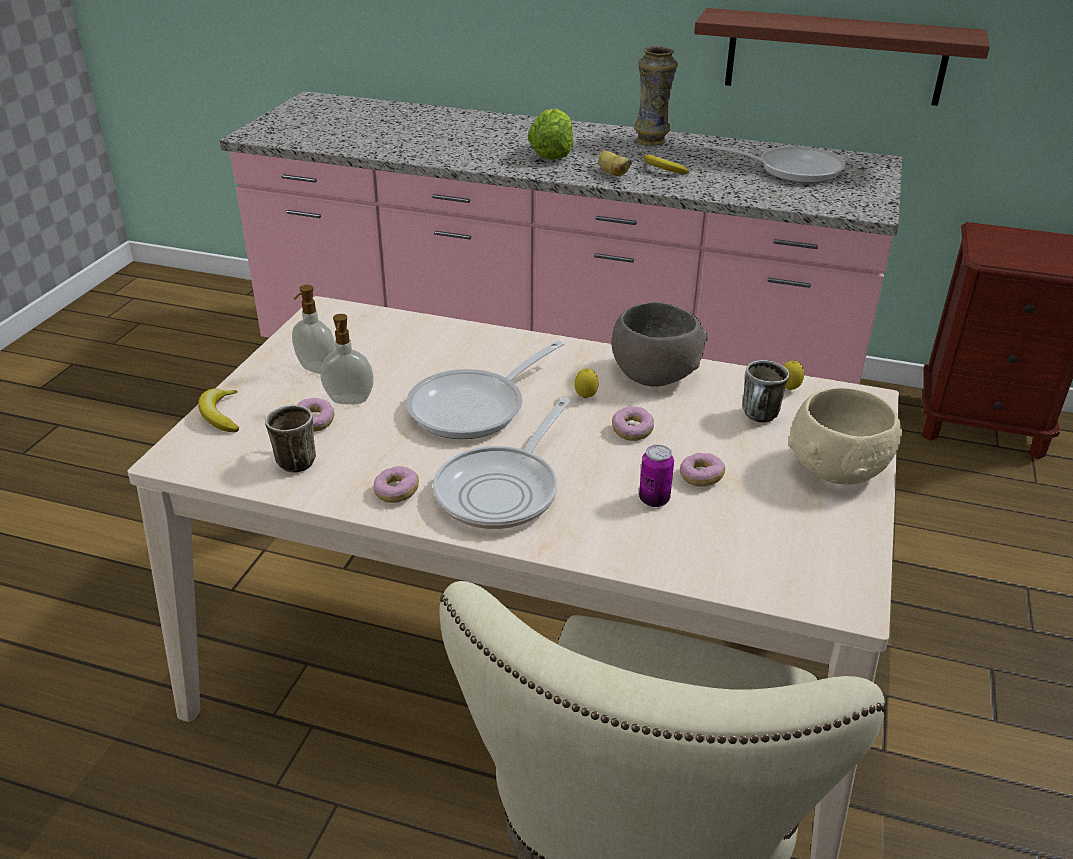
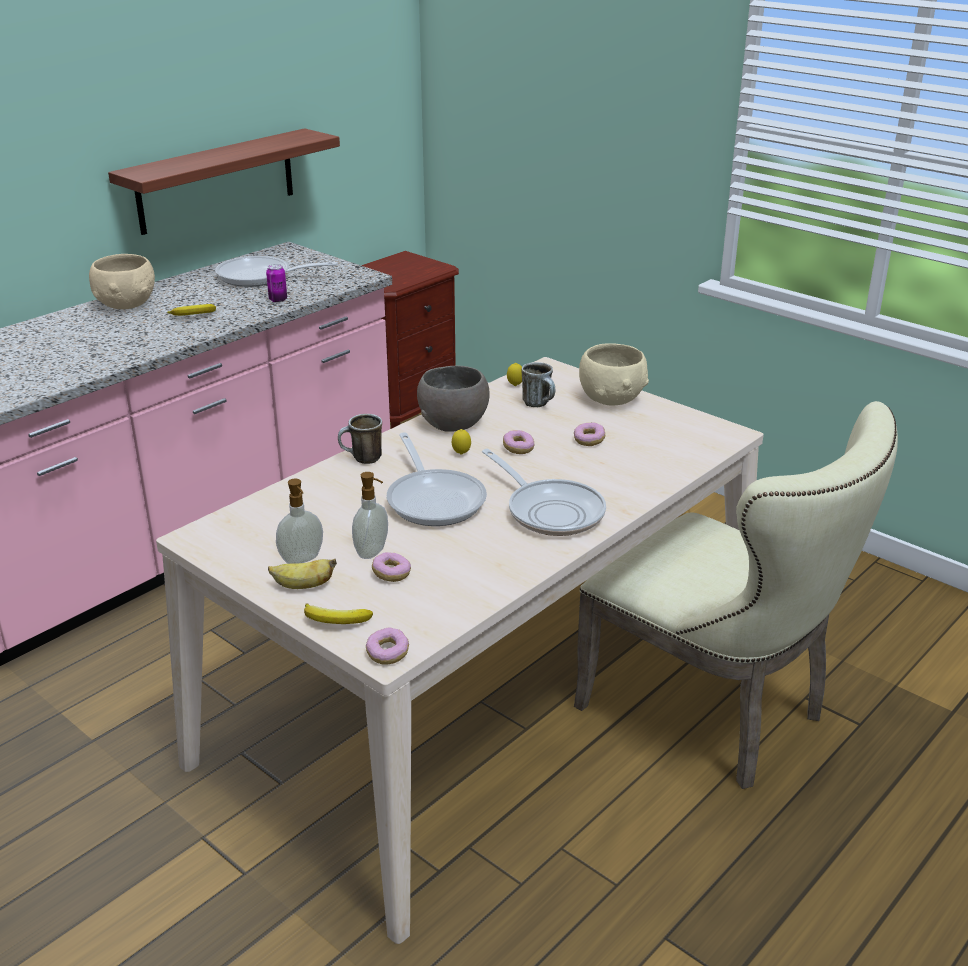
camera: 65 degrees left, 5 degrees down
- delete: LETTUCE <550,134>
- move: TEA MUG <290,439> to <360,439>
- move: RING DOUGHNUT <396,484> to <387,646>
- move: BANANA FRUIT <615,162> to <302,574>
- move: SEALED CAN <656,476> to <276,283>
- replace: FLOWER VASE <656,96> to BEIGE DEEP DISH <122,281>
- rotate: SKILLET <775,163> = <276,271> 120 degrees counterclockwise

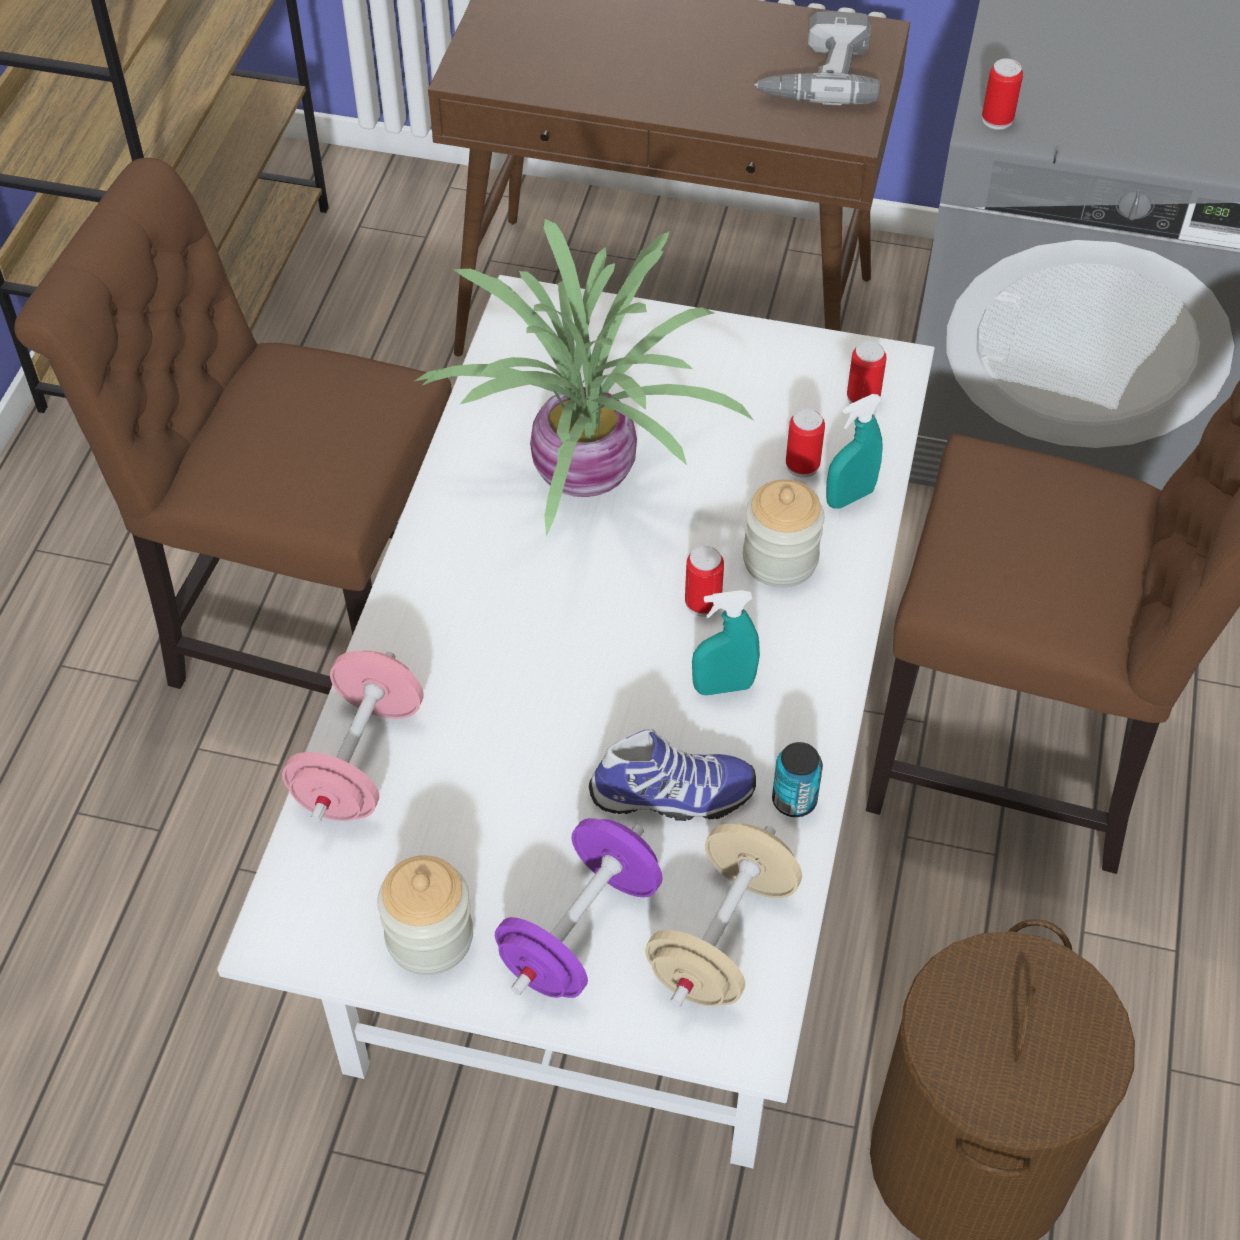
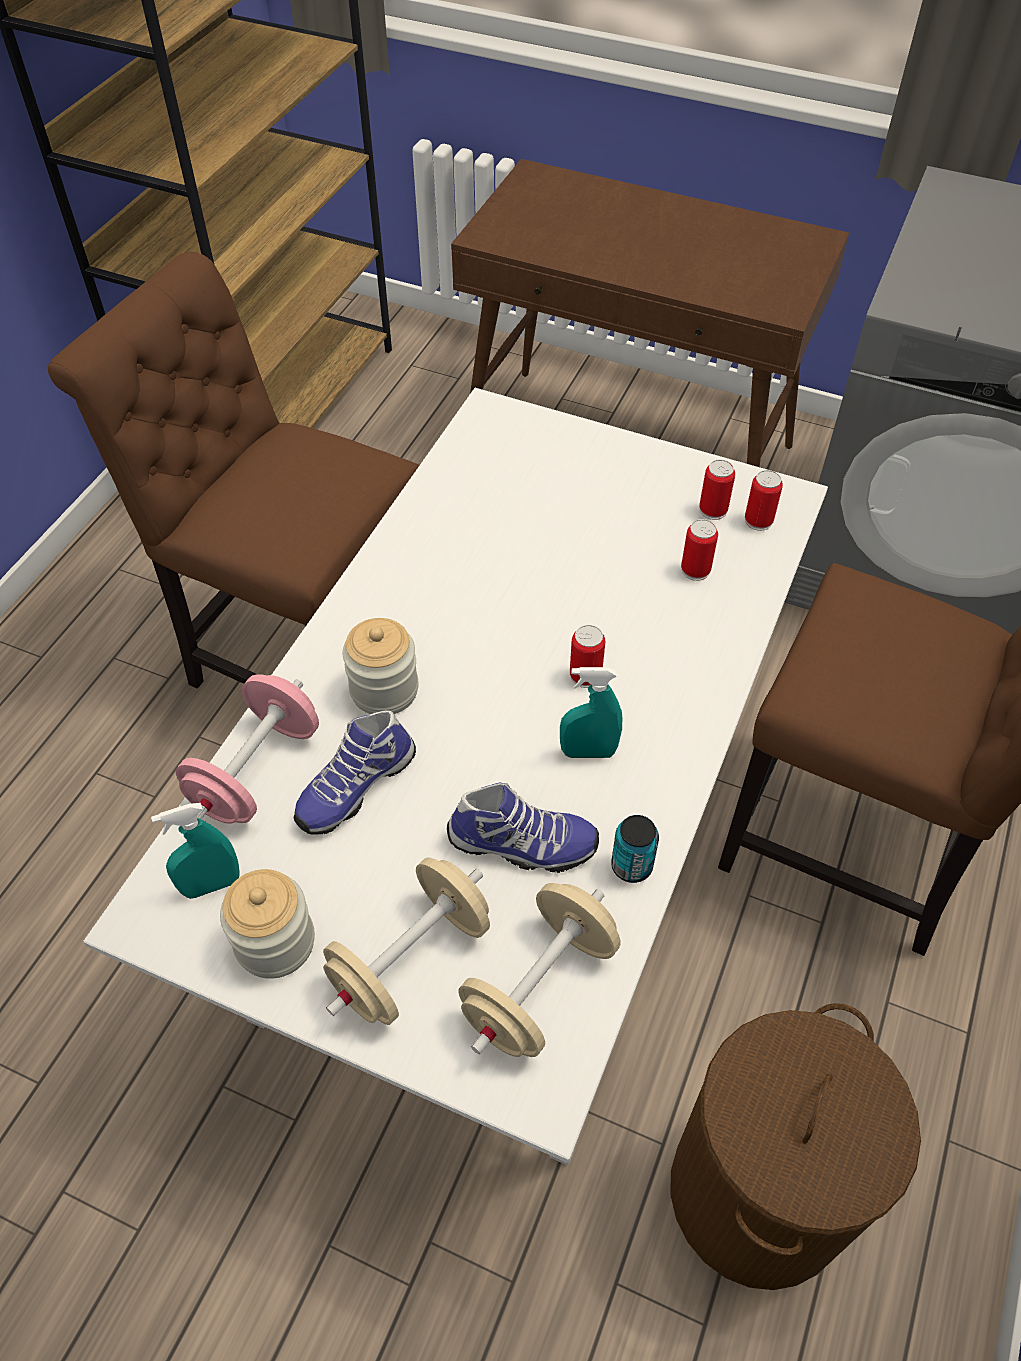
camera: 10 degrees right, 0 degrees up
- delete: HOUSEPLANT <584,378>
- delete: ELECTRIC DRILL <817,58>
- insert: SHOE <355,773>
- move: STORAGE JAR <783,533> to <381,666>
- move: BLUE-GREEN SPRAY BOTTLE <854,451> to <195,851>
- move: SEALED CAN <1002,94> to <717,490>
- recolor: PURPLISH HAND WEIGHT <579,908> to BEIGE HAND WEIGHT <406,941>

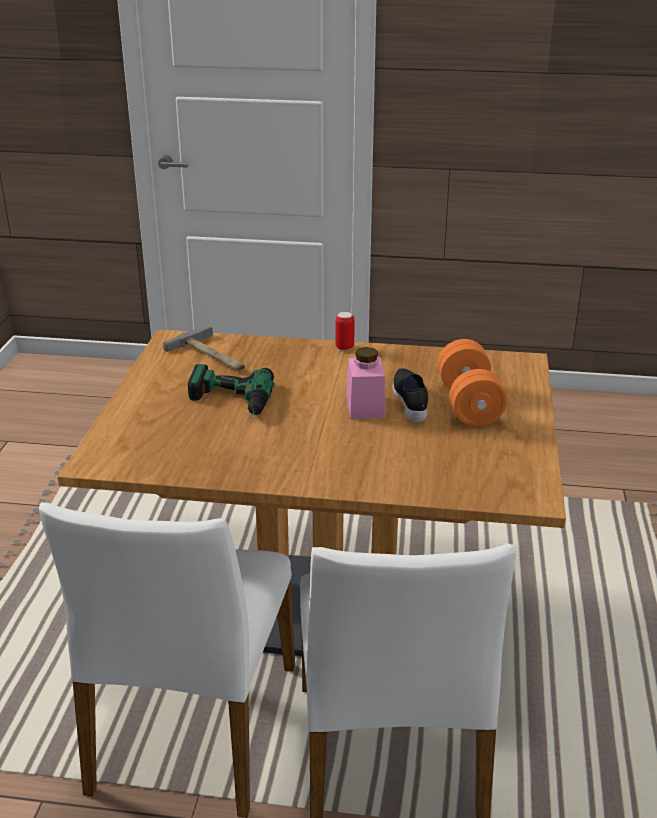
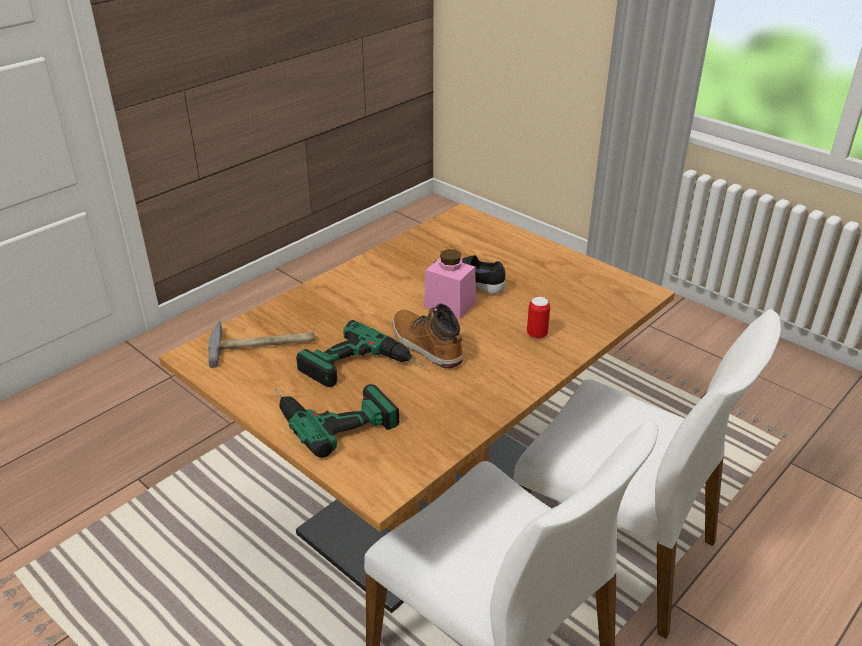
camera: 55 degrees left, 5 degrees up
- delete: ORANGE-COLOURED HAND WEIGHT <472,383>
- insert: ELECTRIC DRILL <336,421>
- insert: HIGH-TOP BOOT <428,335>
- move: SEALED CAN <345,331> to <538,318>

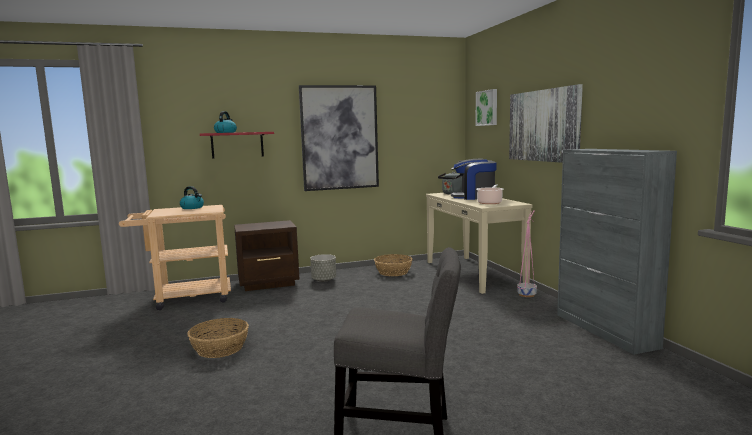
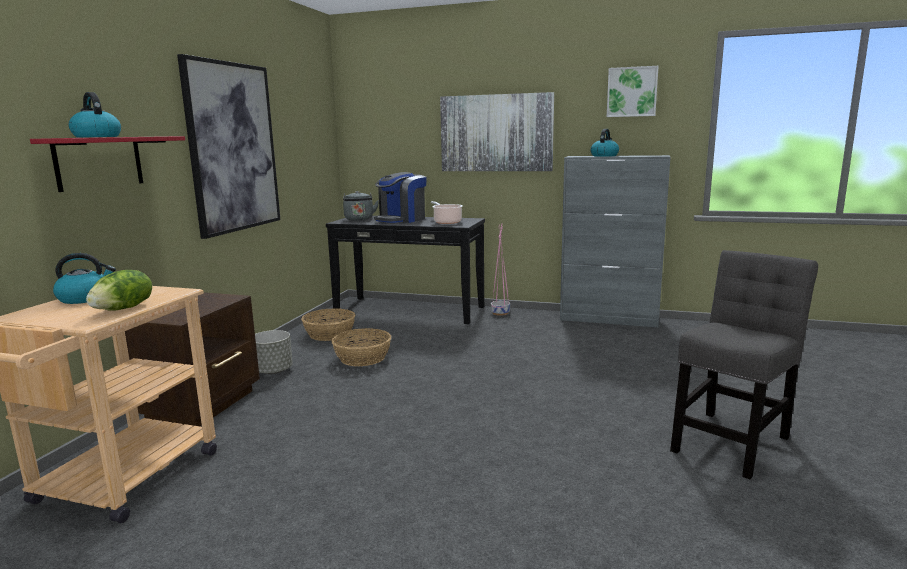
camera: 55 degrees left, 5 degrees up
- insert: LETTUCE <119,290>
- insert: WATER KETTLE <604,143>
- move: STORAGE BASKET <218,338> to <361,347>
- move: WALL ART <486,107> to <633,91>
- recolor: BEIGE HALL TABLE <479,243> to BLACKISH HALL TABLE <405,270>

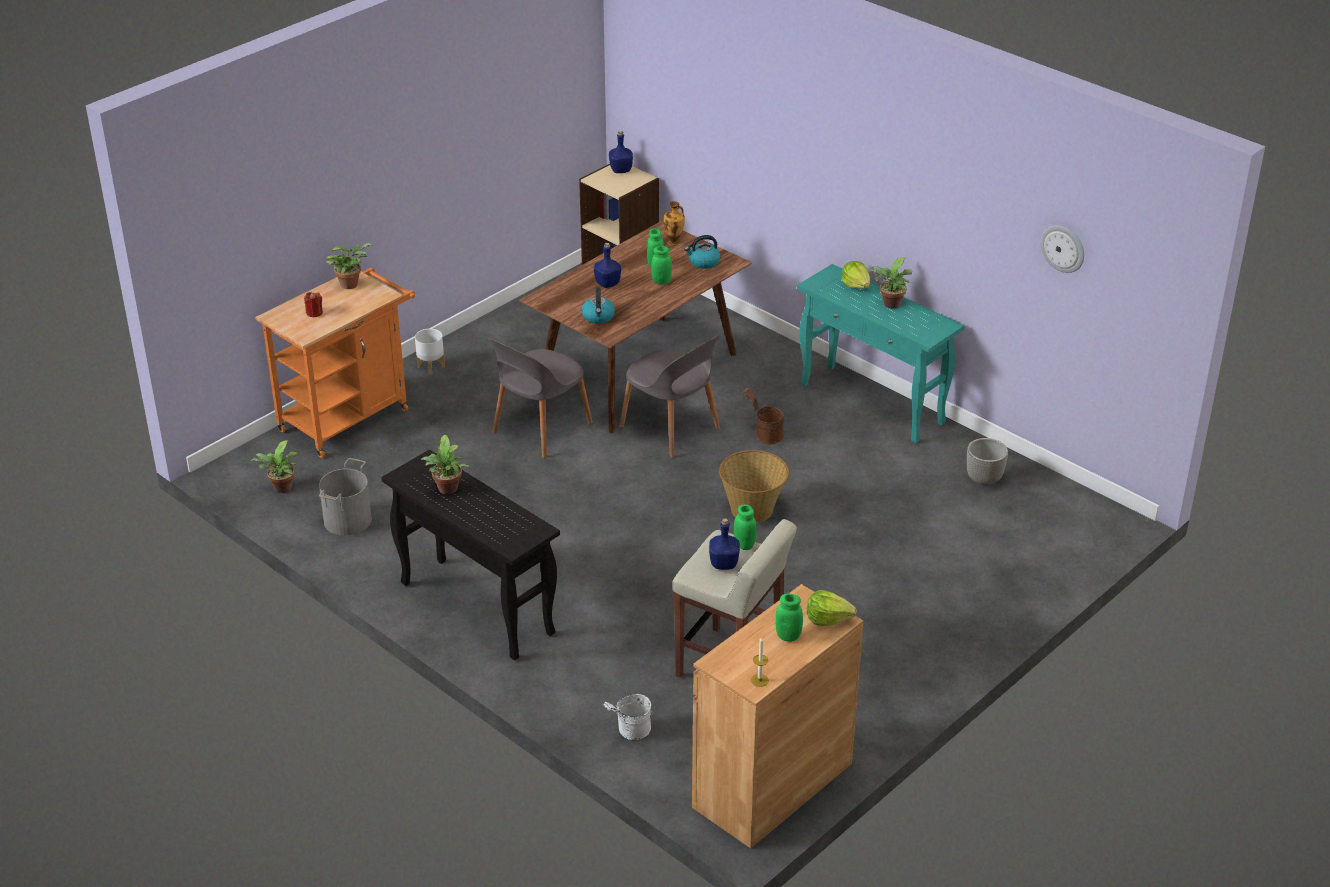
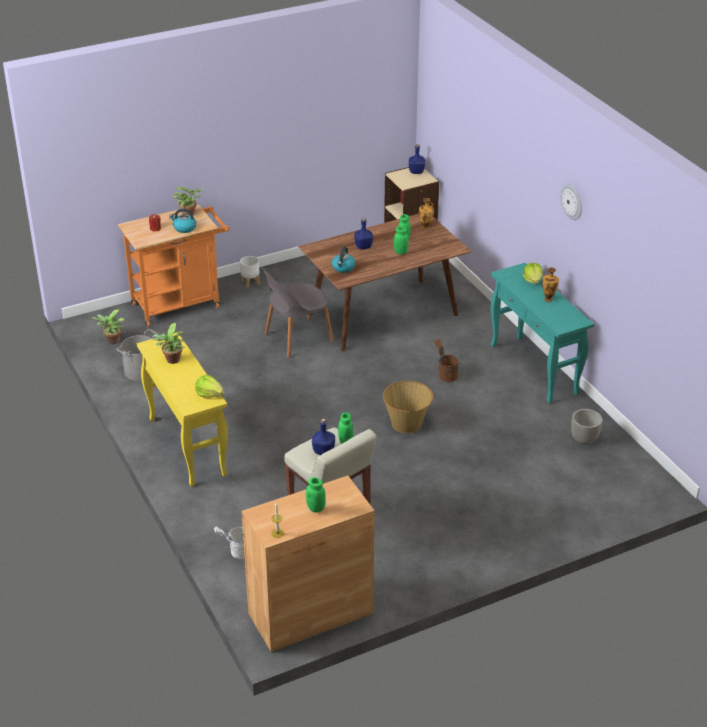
camera: 20 degrees right, 0 degrees up
- delete: GREYISH CHAIR <670,396>
- move: WATER KETTLE <702,252> to <182,221>
- move: LETTUCE <832,608> to <209,386>
- move: HANGING CLOCK <1062,249> to <571,202>
- replace: HOUSEPLANT <891,283> to FLOWER VASE <550,284>
- recolor: BLACKISH HALL TABLE <470,555> to YELLOWISH HALL TABLE <182,409>

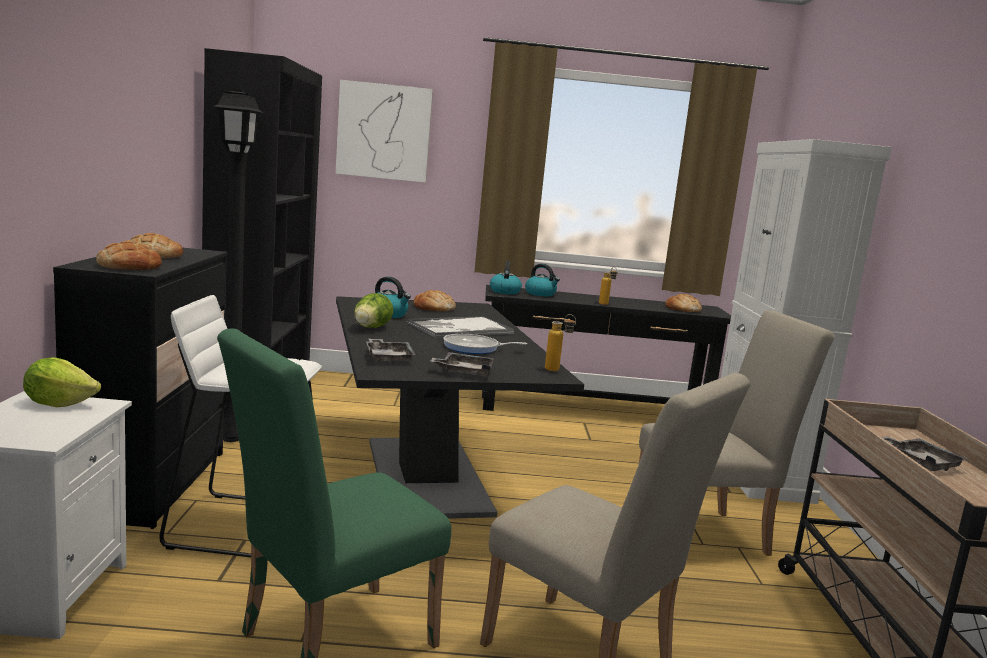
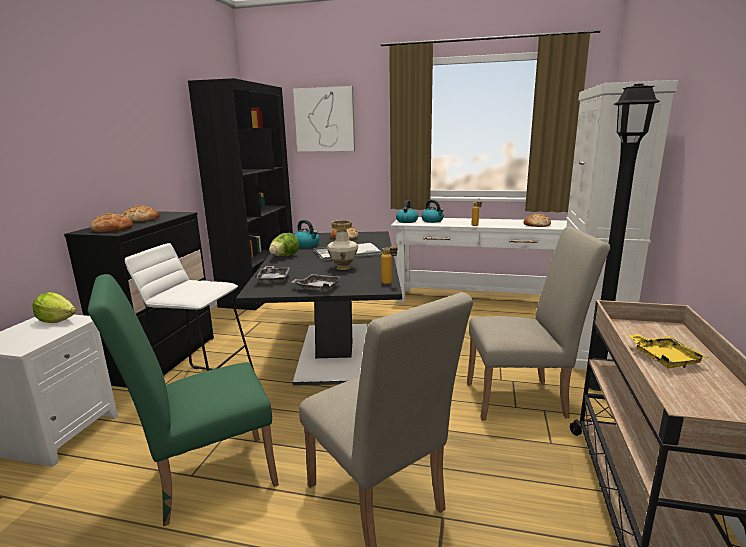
camera: 15 degrees right, 5 degrees up
- move: BLACKISH STANDING LAMP <238,265> to <624,237>
- replace: SKILLET <485,344> to FLOWER VASE <342,245>
- recolor: BLACKISH HALL TABLE <606,348> to WHITE-COLOURED HALL TABLE <479,260>
- recolor: GREYISH CARRYING TRAY <925,453> to YELLOWISH CARRYING TRAY <668,351>

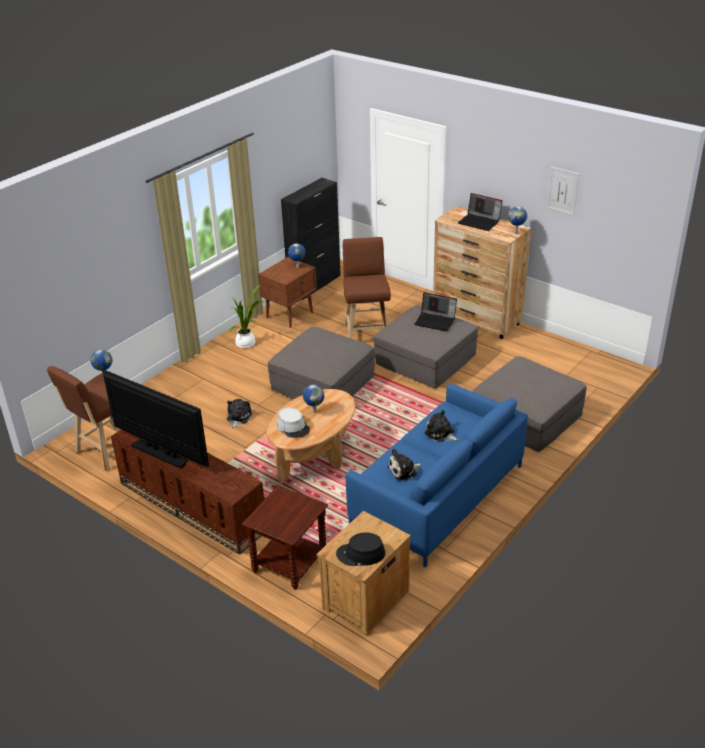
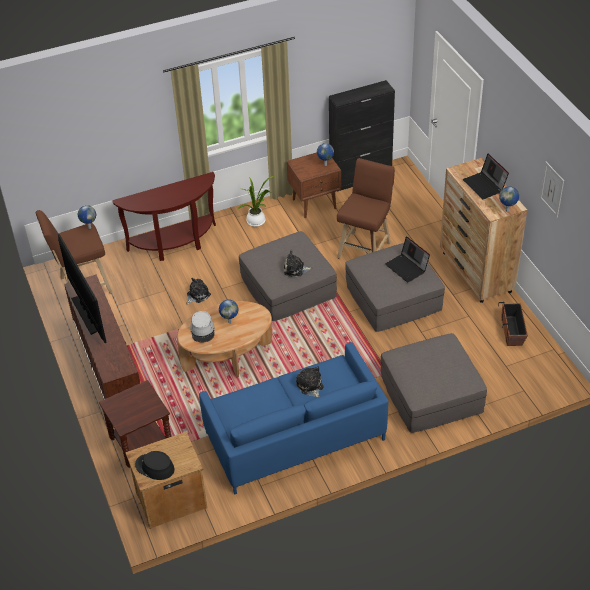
camera: 30 degrees right, 10 degrees up
- insert: BROWN-COLOURED HALL TABLE <164,216>
- insert: PLANTER <513,324>
- move: PLUSH TOY <404,464> to <298,263>

